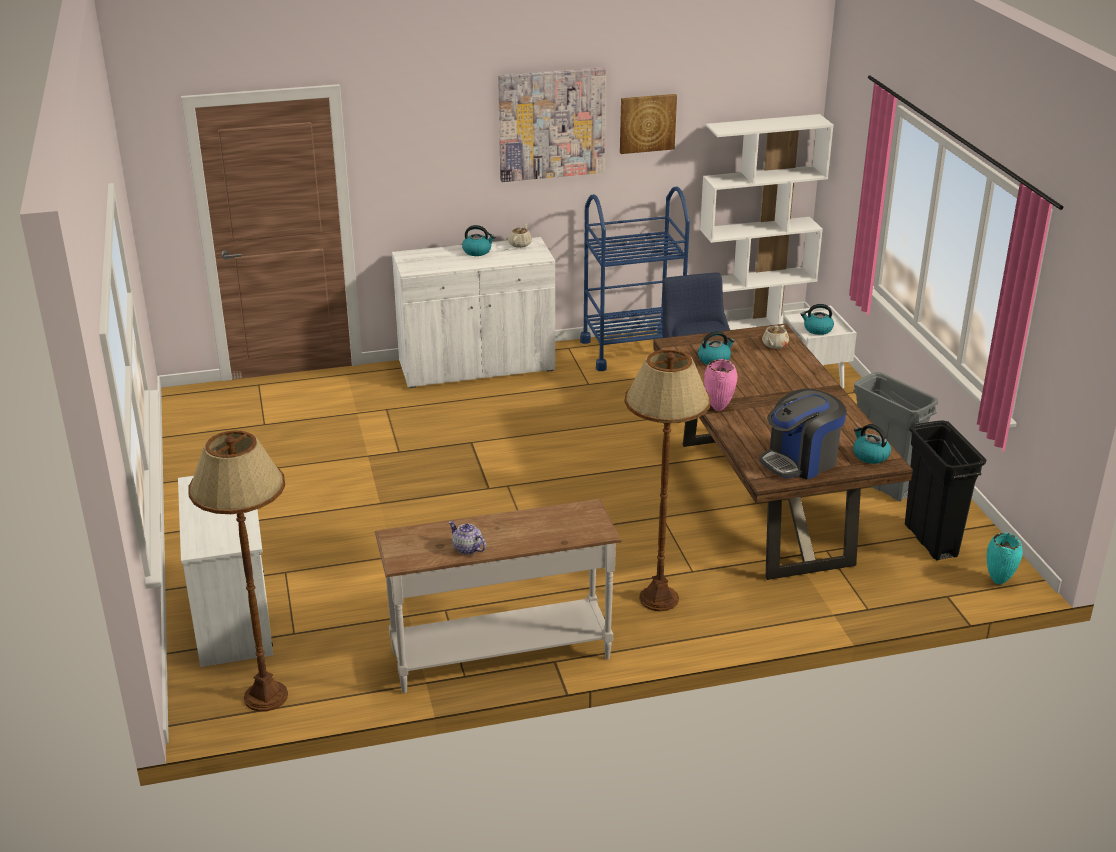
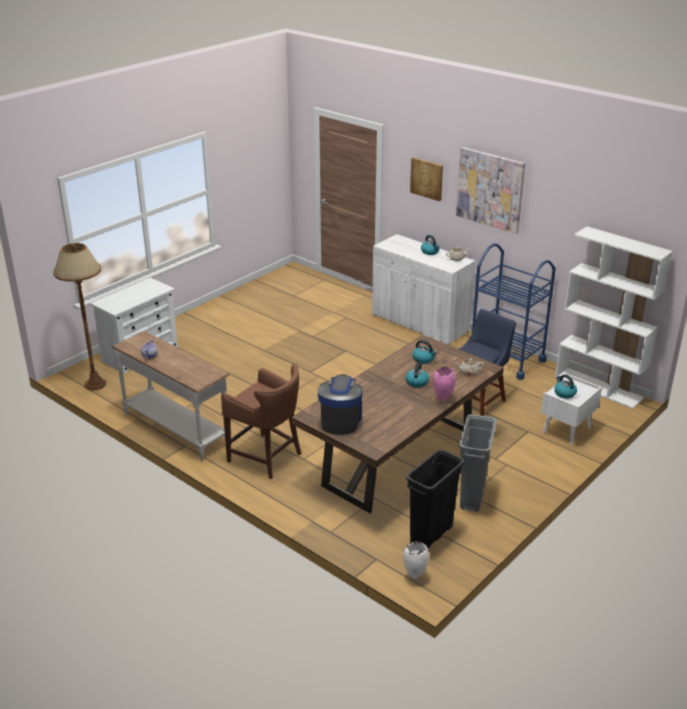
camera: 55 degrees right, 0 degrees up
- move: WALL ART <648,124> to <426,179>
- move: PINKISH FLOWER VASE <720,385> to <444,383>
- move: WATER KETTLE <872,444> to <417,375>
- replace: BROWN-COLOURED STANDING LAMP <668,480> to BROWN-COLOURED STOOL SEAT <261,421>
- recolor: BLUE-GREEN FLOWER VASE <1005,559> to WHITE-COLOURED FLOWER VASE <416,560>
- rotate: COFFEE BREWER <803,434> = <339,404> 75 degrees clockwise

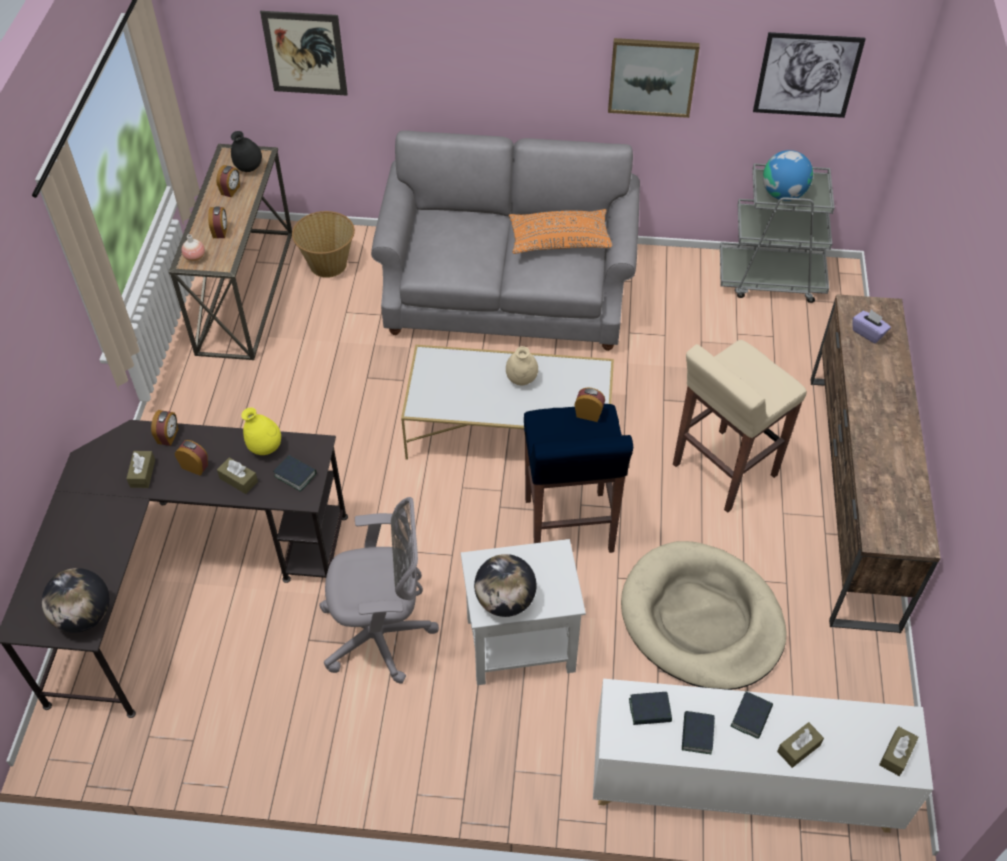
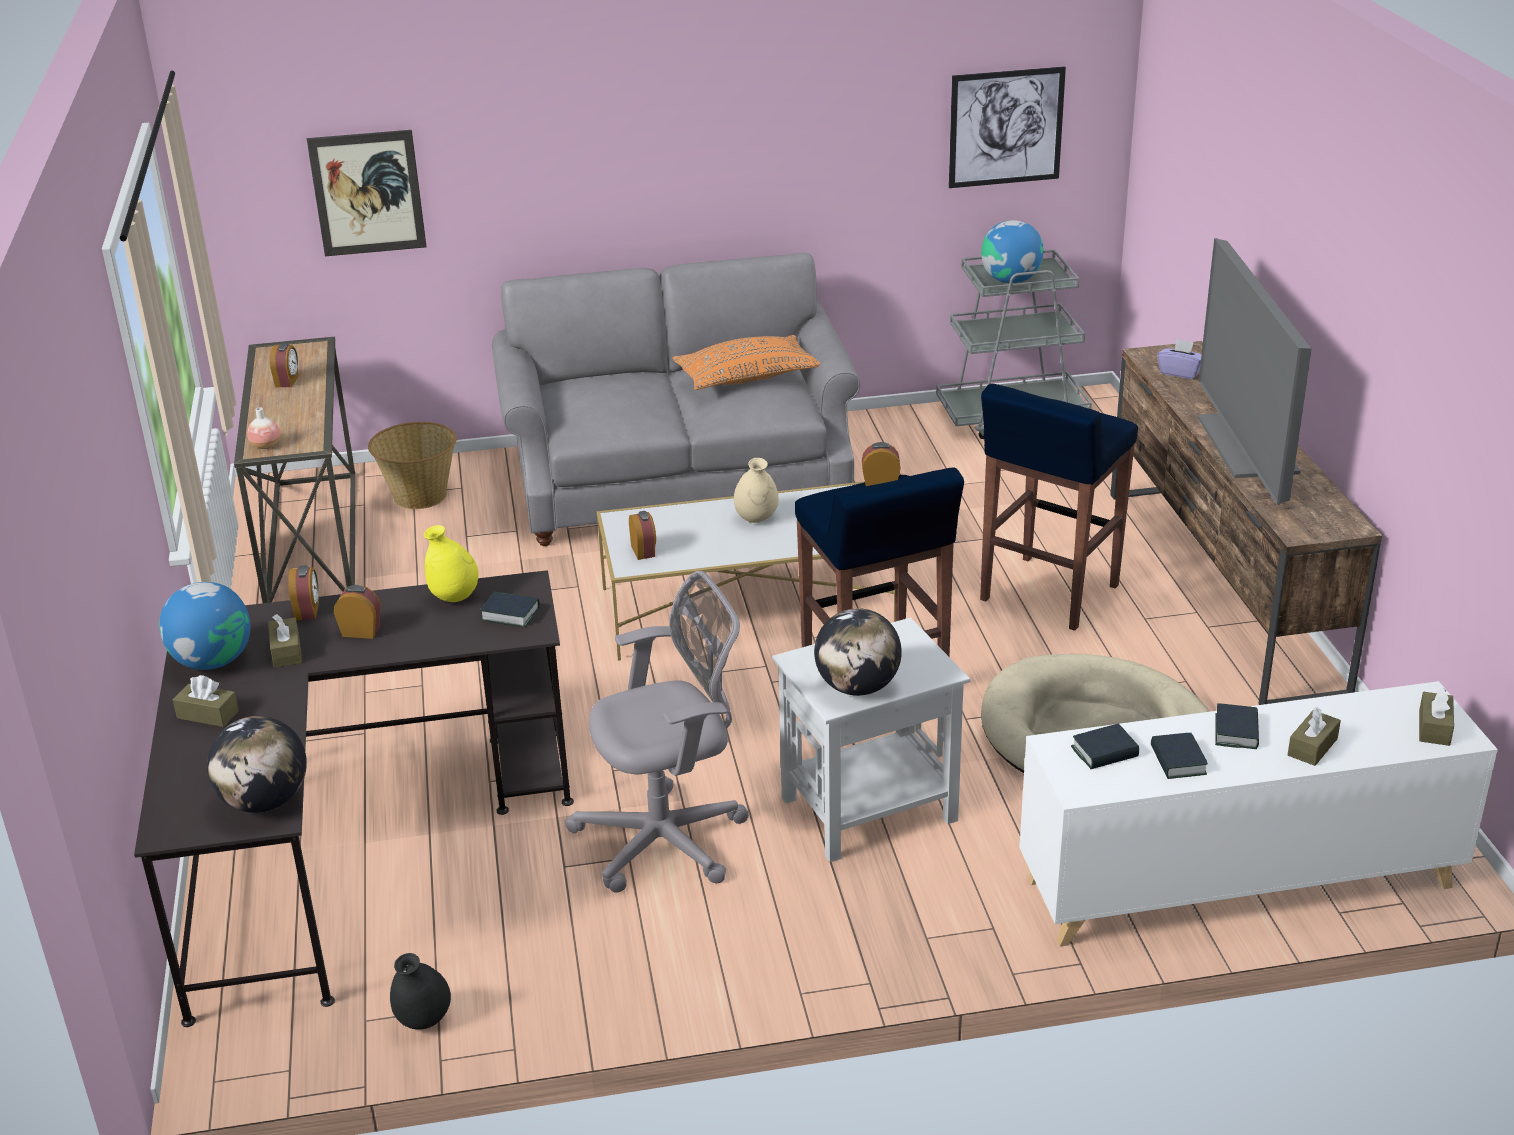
camera: 15 degrees left, 20 degrees down
- delete: WALL ART <654,78>
- insert: DESK GLOBE <204,626>
- insert: TV <1254,371>
- move: BEDSIDE CLOCK <217,222> to <642,535>
- move: BROWN-COLOURED BOX OF TISSUES <237,475> to <206,701>
- move: BLACKISH FLOWER VASE <246,151> to <420,991>
- recolor: BEIGE STOOL SEAT <740,426> to BLUISH STOOL SEAT <1059,507>

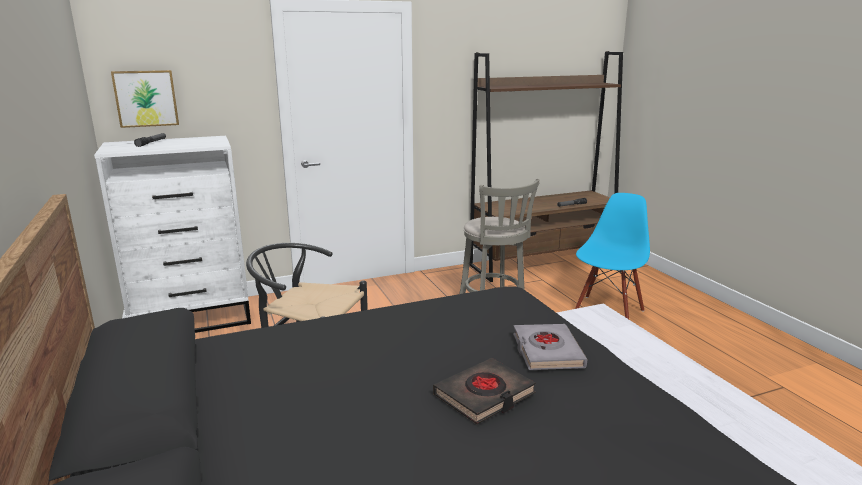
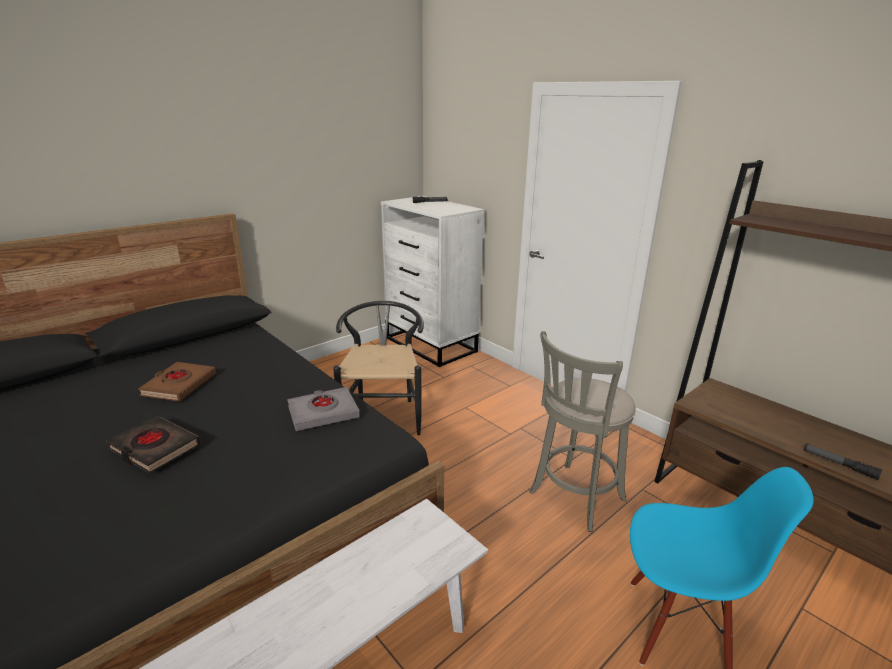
camera: 70 degrees right, 5 degrees up
- delete: WALL ART <145,99>
- insert: BROWN-COLOURED BOUND BOOK <177,381>
- move: GREYISH BOUND BOOK <550,347> to <323,409>

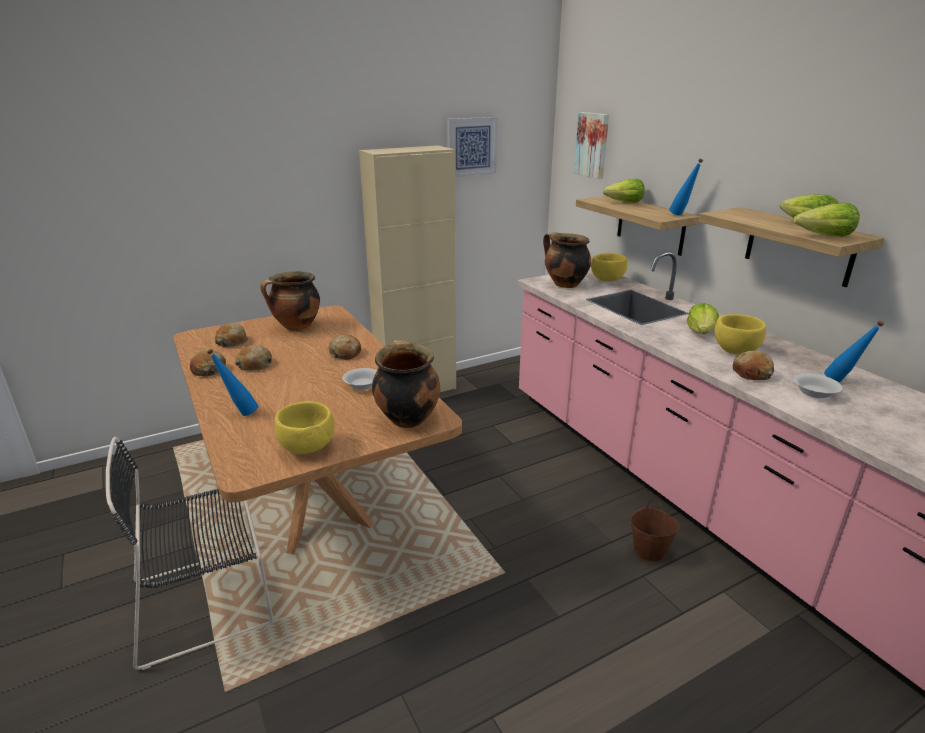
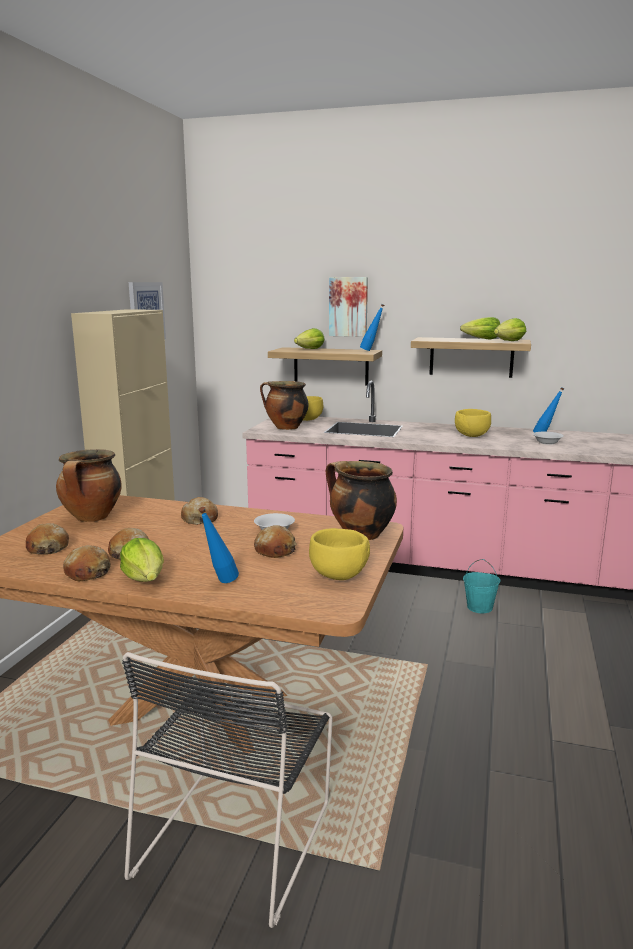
camera: 45 degrees left, 10 degrees down
- move: WALL ART <591,145> to <348,307>
- move: LETTUCE <703,318> to <142,560>
- move: BAKED BREAD <753,365> to <275,541>
- recolor: BROWN-COLOURED BUCKET <654,530> to BLUE-GREEN BUCKET <481,586>

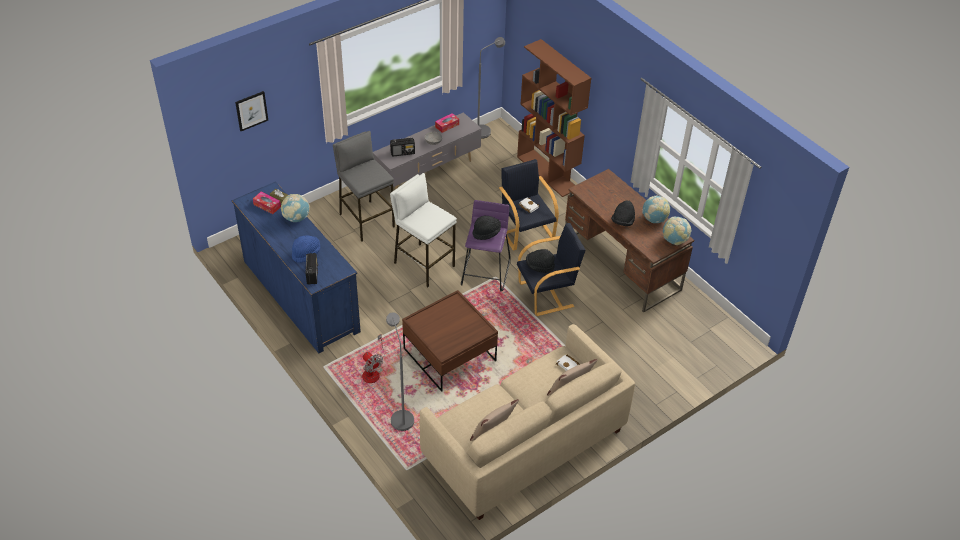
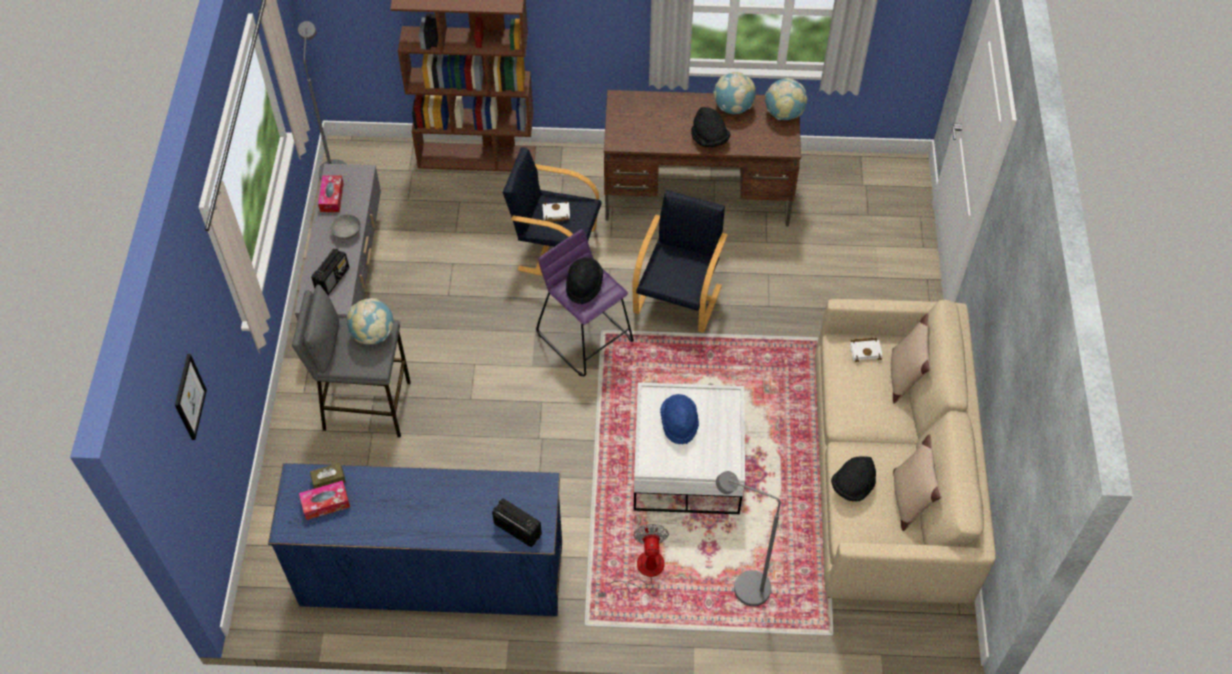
camera: 50 degrees left, 10 degrees up
- delete: WHITE-COLOURED STOOL SEAT <423,230>
- move: DESK GLOBE <295,208> to <370,321>
- move: BLUISH WEARABLE HAT <306,249> to <679,419>
- move: BLACKISH WEARABLE HAT <540,261> to <853,479>
- recolor: BROWN-COLOURED COFFEE TABLE <450,341> to WHITE-COLOURED COFFEE TABLE <689,448>
- rotate: COOLING FAN <373,358> = <633,561> 90 degrees counterclockwise

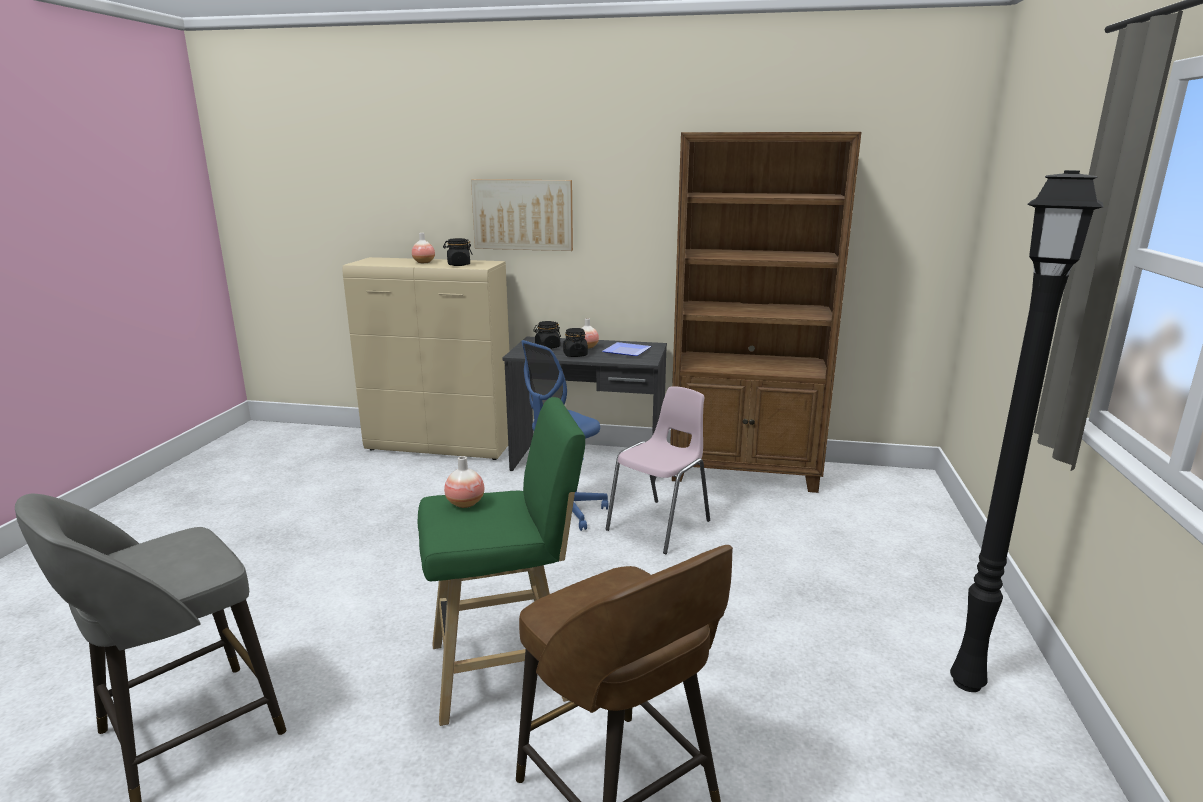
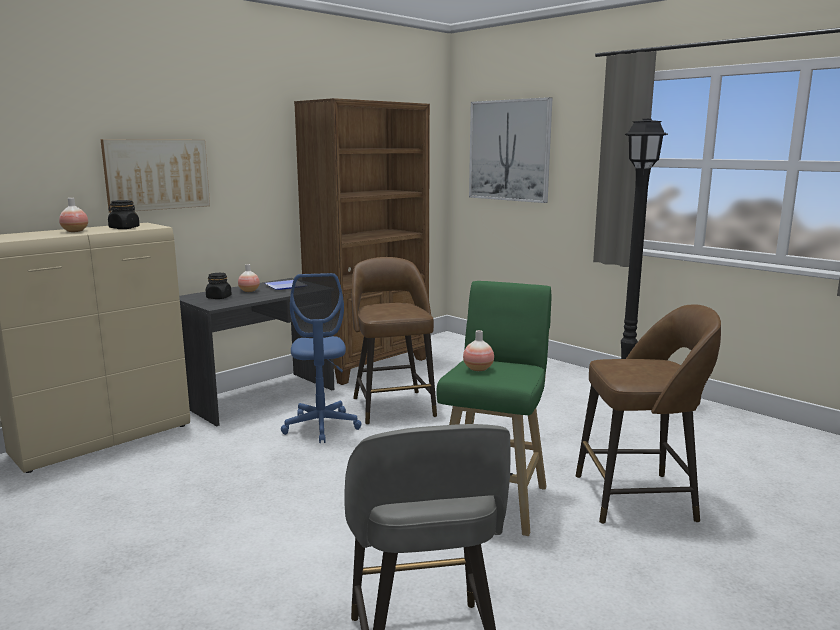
camera: 55 degrees left, 5 degrees down
- delete: BLACKISH STORAGE JAR <575,342>
- insert: WALL ART <510,150>
- replace: PINKISH CHAIR <658,470> to BROWN-COLOURED STOOL SEAT <394,341>

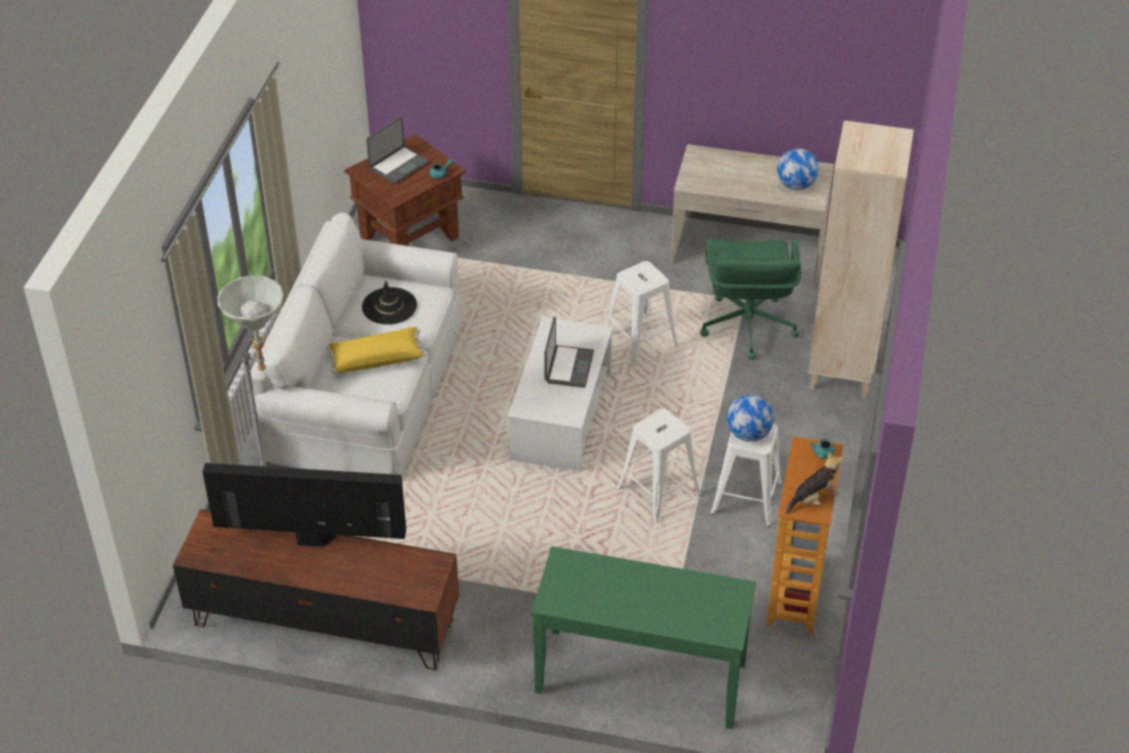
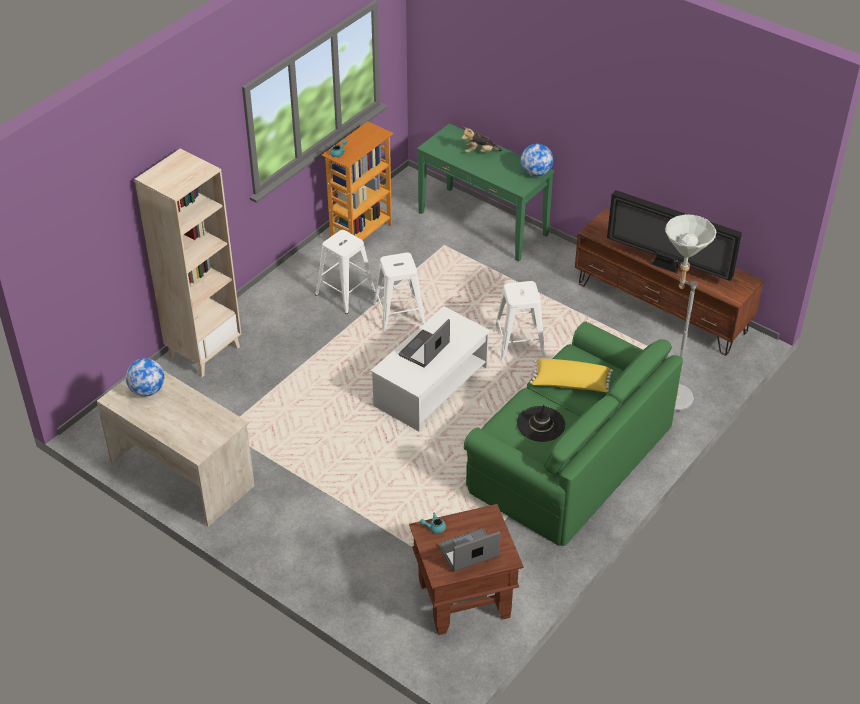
camera: 155 degrees left, 0 degrees up
- delete: GREENISH OFFICE CHAIR <750,299>
- move: WHITE-COLOURED STOOL SEAT <642,313> to <519,321>
- move: DESK GLOBE <750,418> to <537,160>
- move: PLUSH TOY <814,482> to <482,140>
- recolor: WHITE-COLOURED SOFA <356,344> to GREENISH SOFA <573,433>

